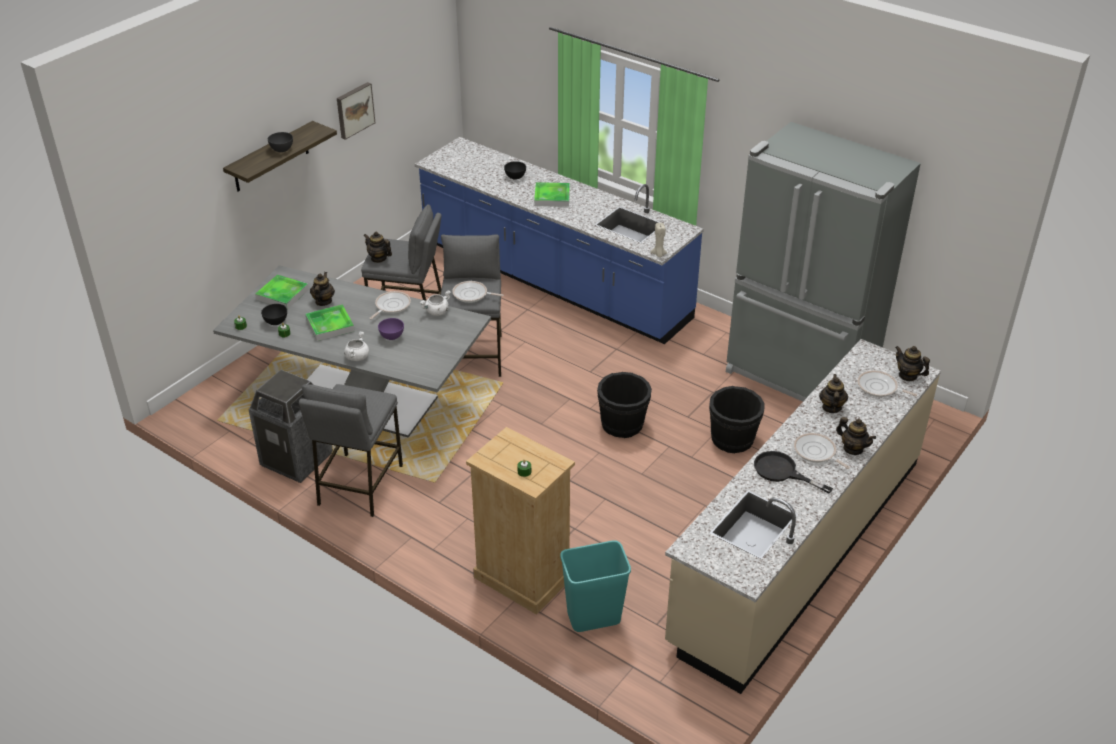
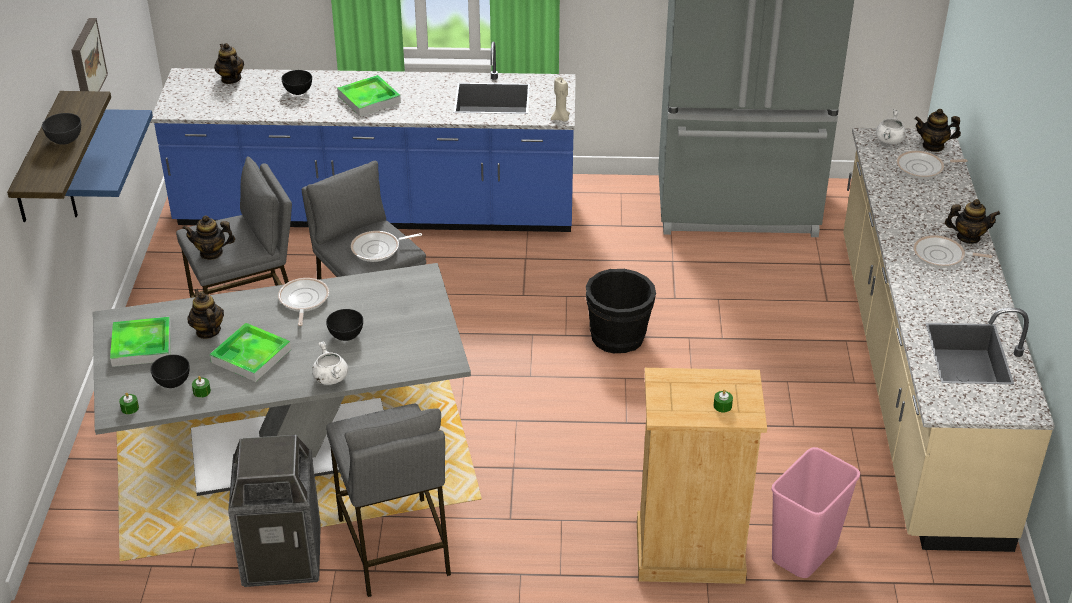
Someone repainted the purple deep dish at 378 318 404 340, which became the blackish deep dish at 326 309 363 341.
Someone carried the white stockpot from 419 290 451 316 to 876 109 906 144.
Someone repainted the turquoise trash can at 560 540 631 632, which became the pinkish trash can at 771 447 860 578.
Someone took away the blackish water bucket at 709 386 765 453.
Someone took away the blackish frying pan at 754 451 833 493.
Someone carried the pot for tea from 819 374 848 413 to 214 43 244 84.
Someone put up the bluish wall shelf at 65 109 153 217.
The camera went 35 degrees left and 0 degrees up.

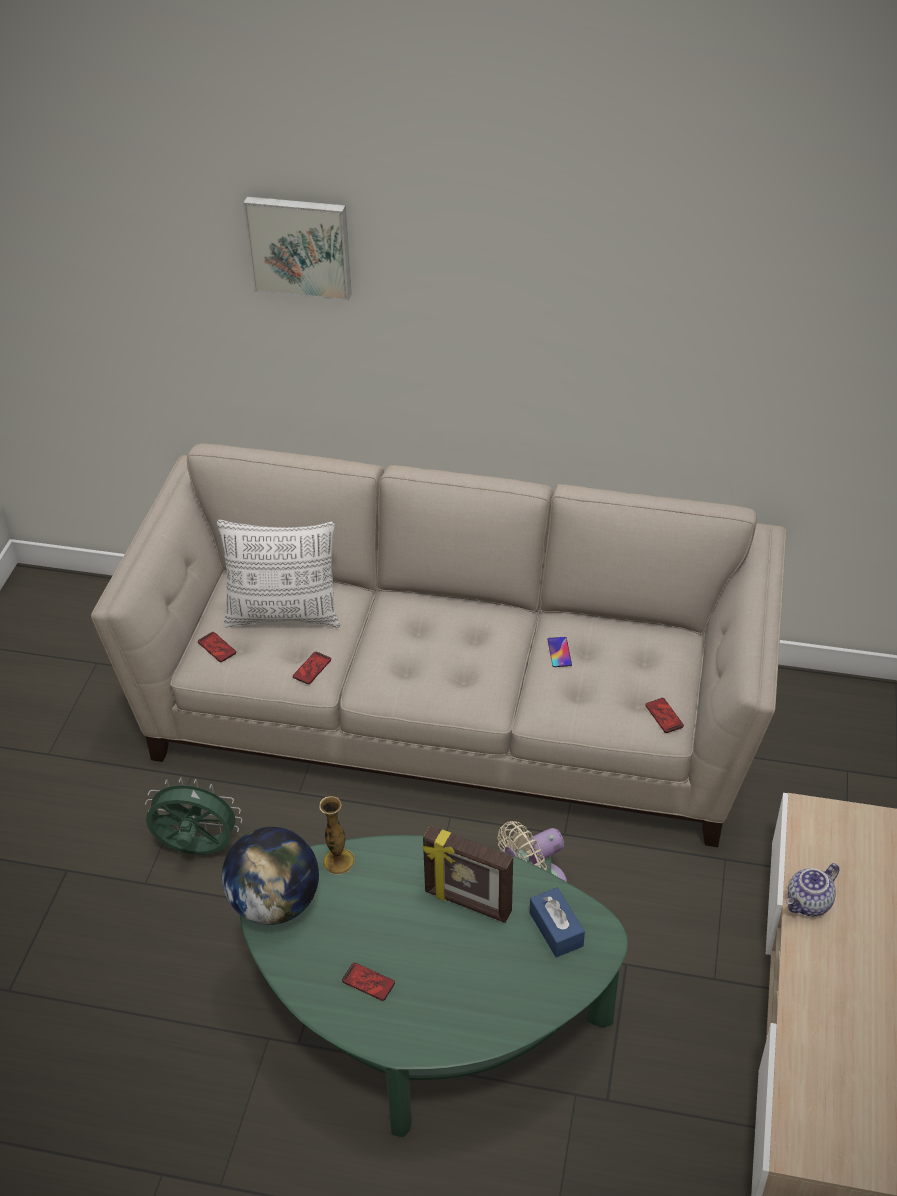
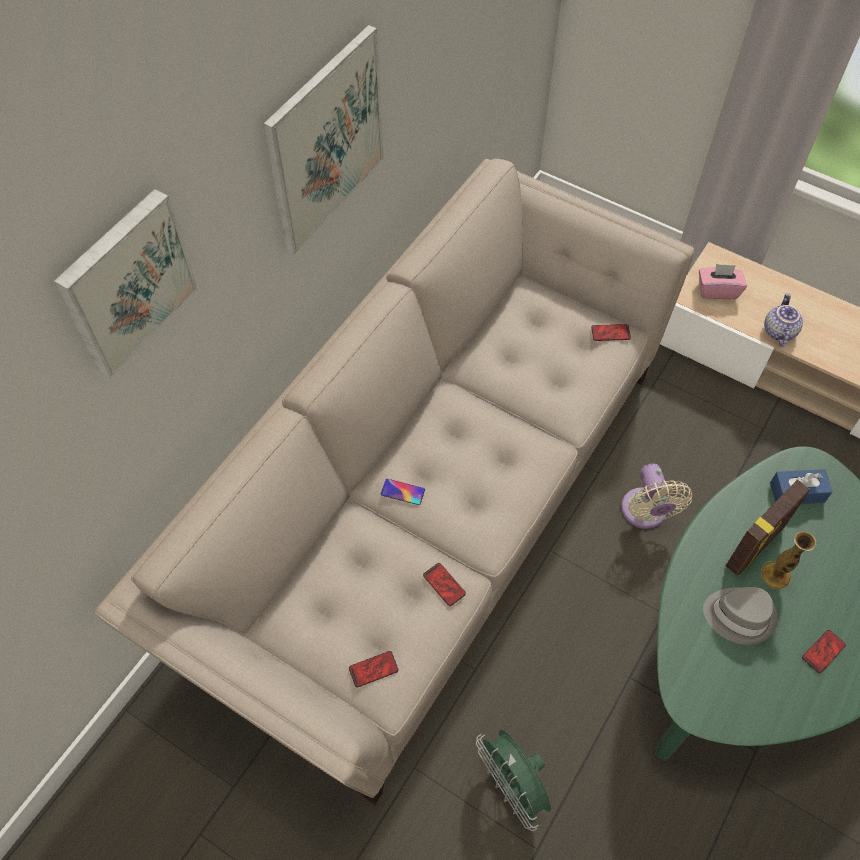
Someone rotated the greenish electric fan at 145 778 242 855 by 60 degrees counterclockwise.
Someone took away the cushion at 217 520 340 628.
Someone took away the globe at 222 827 319 925.
Someone carried the vase from 319 796 355 875 to 761 532 816 589.
Someone carried the telephone from 548 637 572 667 to 381 479 425 505.
Someone rotated the pot for tea at 786 863 839 916 by 150 degrees counterclockwise.
Someone put up the picture at 263 25 384 254.
Someone put down the pinkish box of tissues at 699 264 747 299.
Someone put down the grey hat at 703 587 778 645.
The camera went 70 degrees left and 15 degrees up.

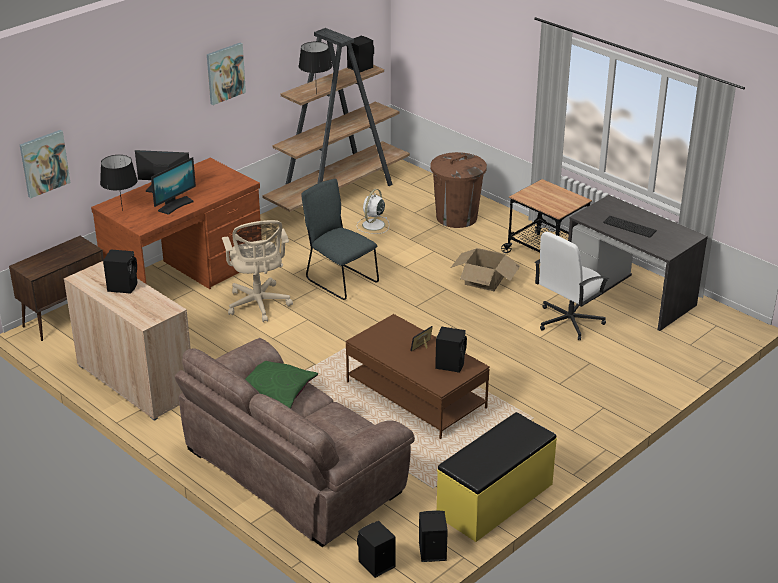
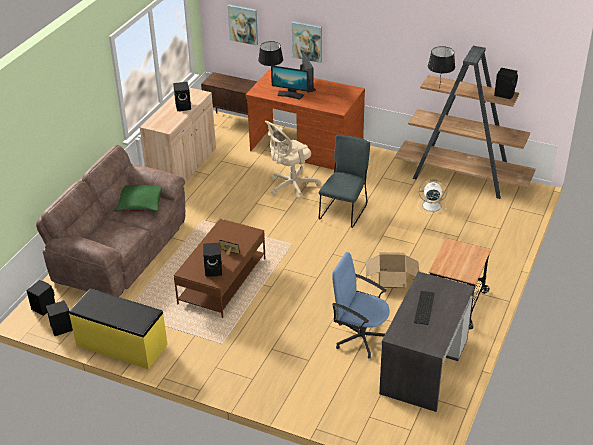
Someone carried the picture from 207 43 246 105 to 292 21 322 63.
Someone took away the brownish trash can at 430 152 487 228.
Someone repainted the white computer chair at 535 232 609 341, which became the bluish computer chair at 332 252 390 359.
The camera went 70 degrees right and 5 degrees up.

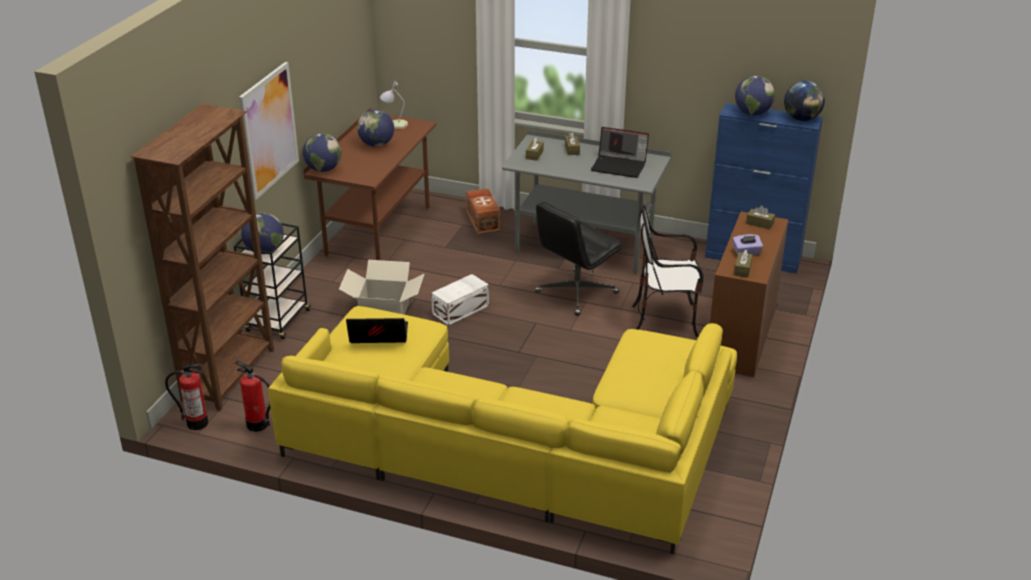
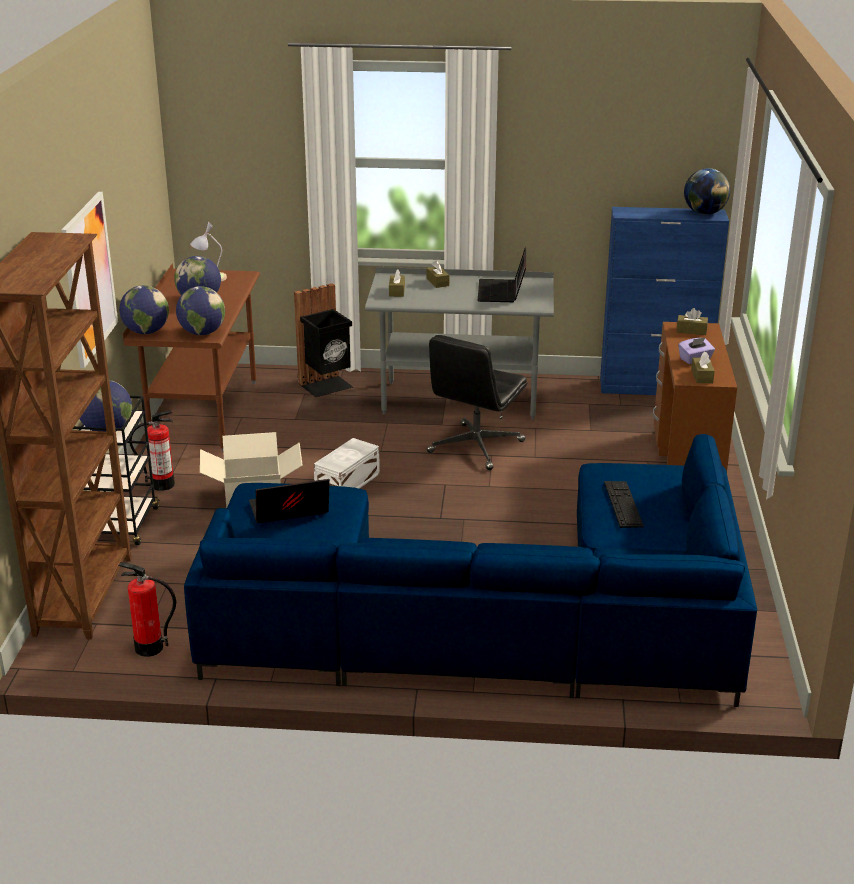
Someone carried the fire-fighting cylinder from 165 364 208 430 to 129 410 175 491.
Someone repainted the yellowish settee at 268 306 737 555, which became the bluish settee at 184 434 757 707.
Someone swapped the brownish storage container at 466 189 500 234 for the blackish trash can at 294 283 353 397.
Someone rotated the laptop at 591 127 649 178 by 90 degrees clockwise.
Someone took away the plain chair at 632 205 704 337.
Someone carried the globe from 735 76 775 116 to 176 286 225 335.
Someone put down the PC keyboard at 604 481 644 528.
The camera went 15 degrees left and 5 degrees down.

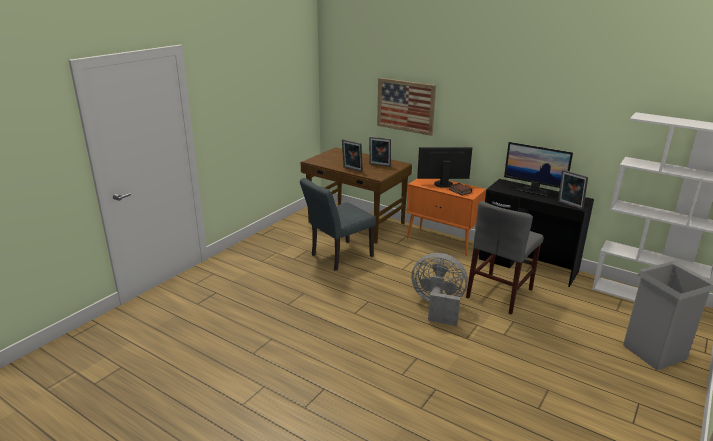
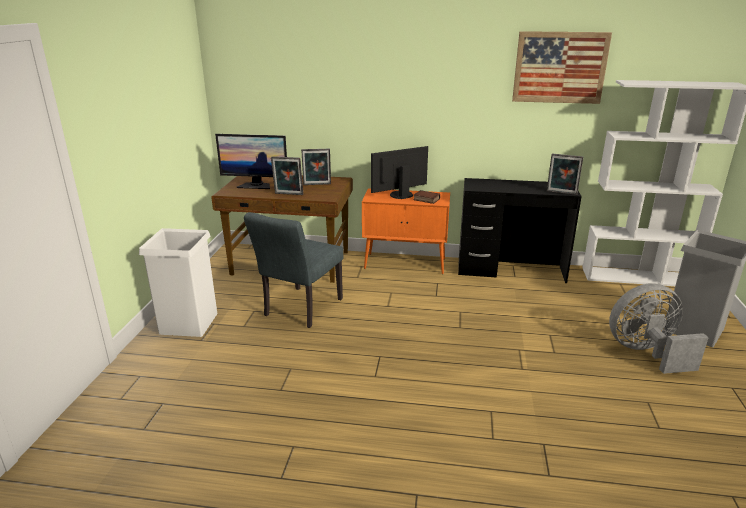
Someone carried the picture from 377 78 436 136 to 512 31 612 104.
Someone carried the grey electric fan from 411 253 468 326 to 609 283 709 374.
Someone took away the grey plain chair at 466 201 544 315.
Someone carried the computer display from 504 142 573 197 to 215 134 287 189.
Someone put down the white trash can at 139 228 217 337.
The camera went 25 degrees left and 0 degrees up.

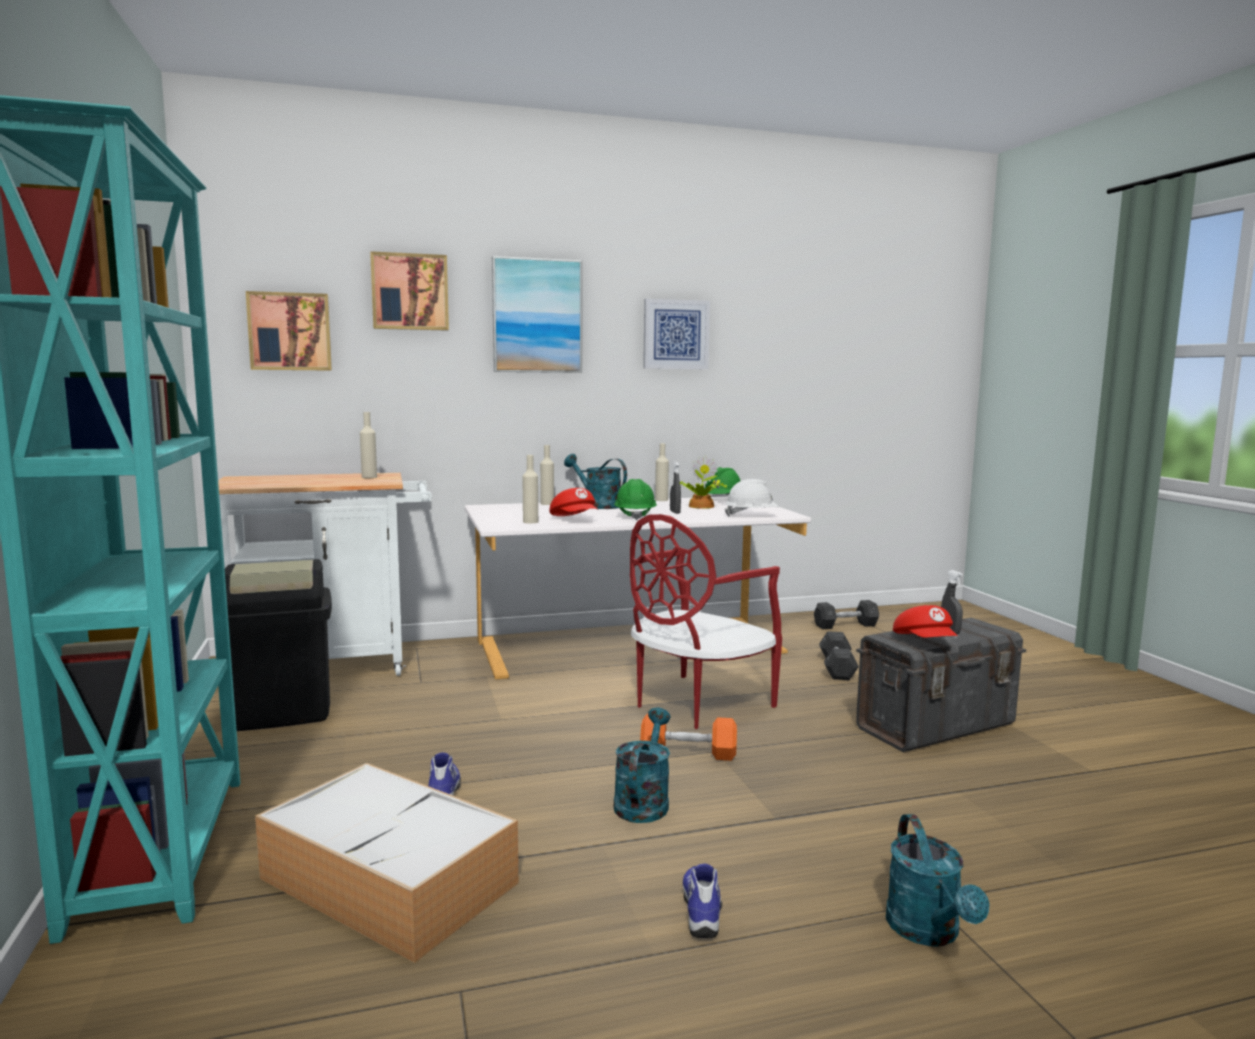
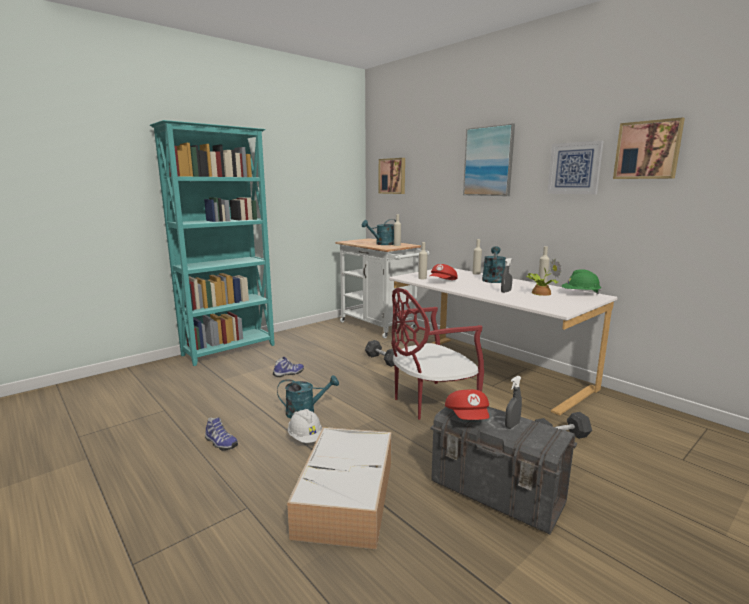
Someone took away the blackish trash can at 225 559 332 731.
Someone carried the storage container from 255 763 519 963 to 287 427 391 550.
Someone carried the picture from 370 251 449 331 to 613 117 685 179.
Someone took away the greenish work helmet at 614 479 657 521.
Someone rotated the red-coloured plain chair at 630 514 782 729 by 45 degrees counterclockwise.
Someone took away the orangey free weight at 640 713 737 761.
Someone rotated the item of footwear at 683 863 722 938 by 60 degrees clockwise.
Someone carried the white work helmet from 725 479 780 517 to 288 409 322 443.
Someone carried the grey free weight from 814 600 879 629 to 365 340 397 367.
Someone carried the turquoise watering can from 886 814 989 947 to 361 219 396 245.
Someone rotated the red-coloured peaked cap at 893 605 958 638 by 60 degrees counterclockwise.
The camera went 65 degrees right and 5 degrees up.

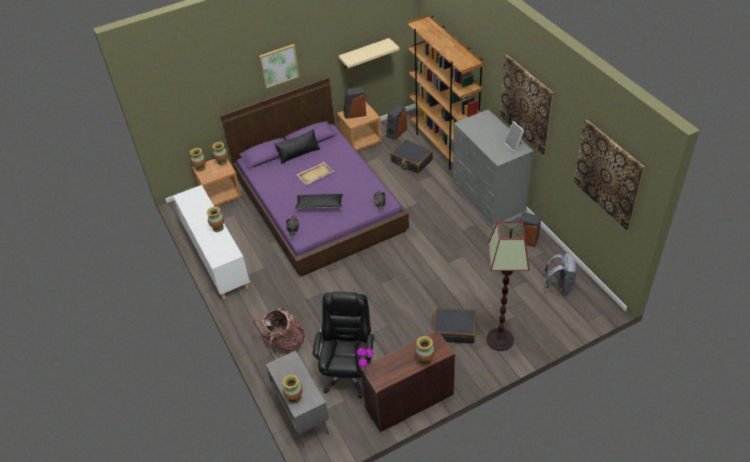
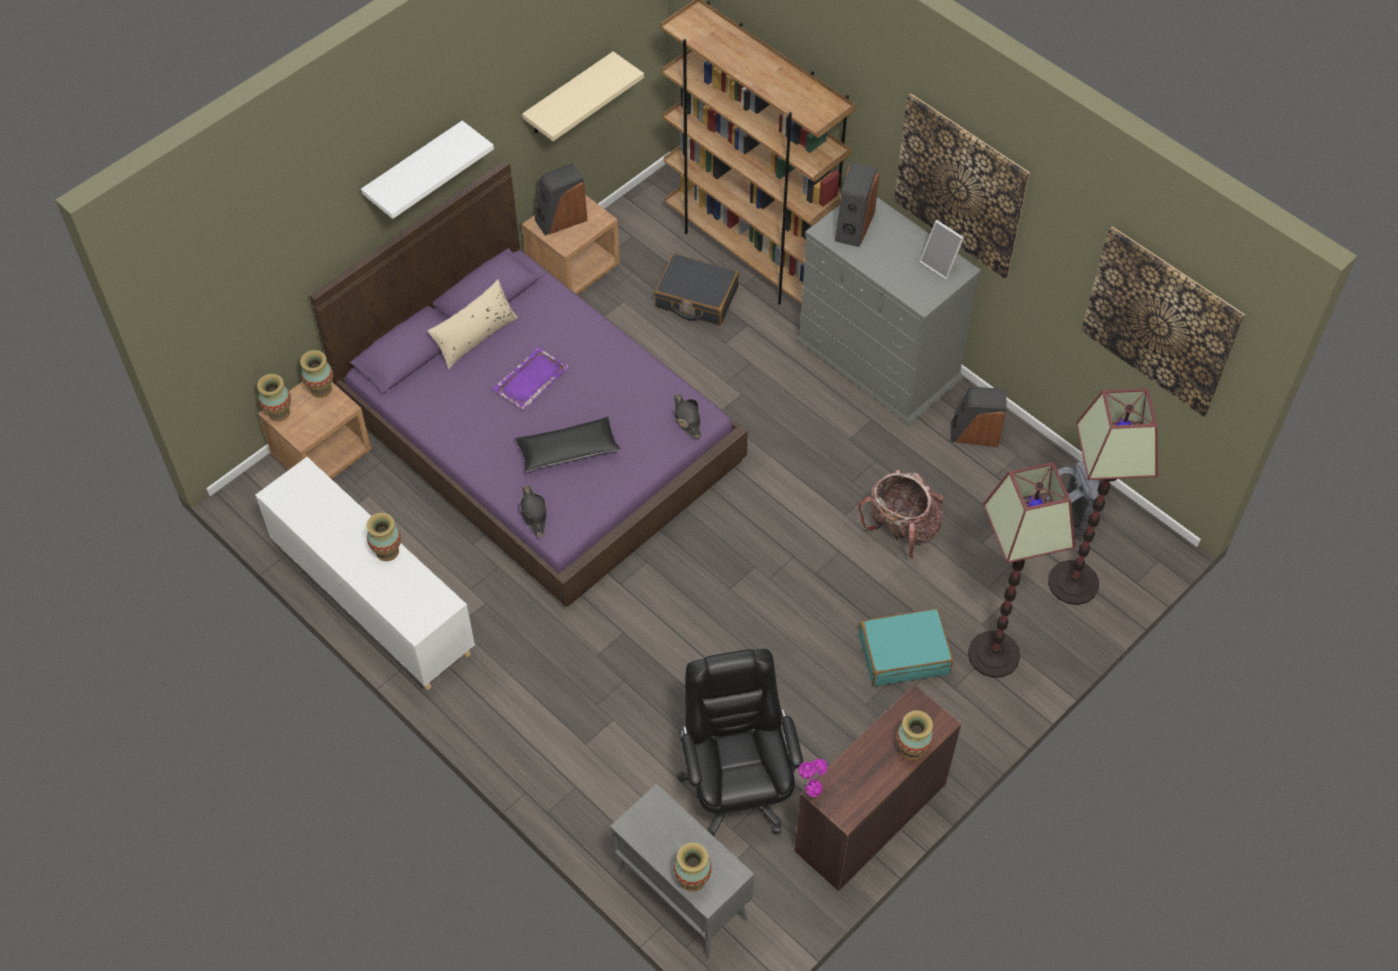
Someone carried the knapsack from 253 308 304 358 to 859 470 943 558.
Someone swapped the picture at 259 44 300 89 for the white wall shelf at 361 121 494 219.
Someone repainted the blackish cushion at 274 129 320 164, which became the sand-coloured cushion at 428 280 518 369.
Someone repainted the sand-coloured tray at 296 162 334 185, which became the purple tray at 492 347 569 410.
Someone carried the speaker from 386 104 407 140 to 835 162 879 247.
Someone repainted the blackish suitcase at 433 308 476 344, which became the turquoise suitcase at 859 608 953 686.
Someone put down the floor lamp at 1048 389 1158 605.
The camera went 20 degrees left and 10 degrees up.

